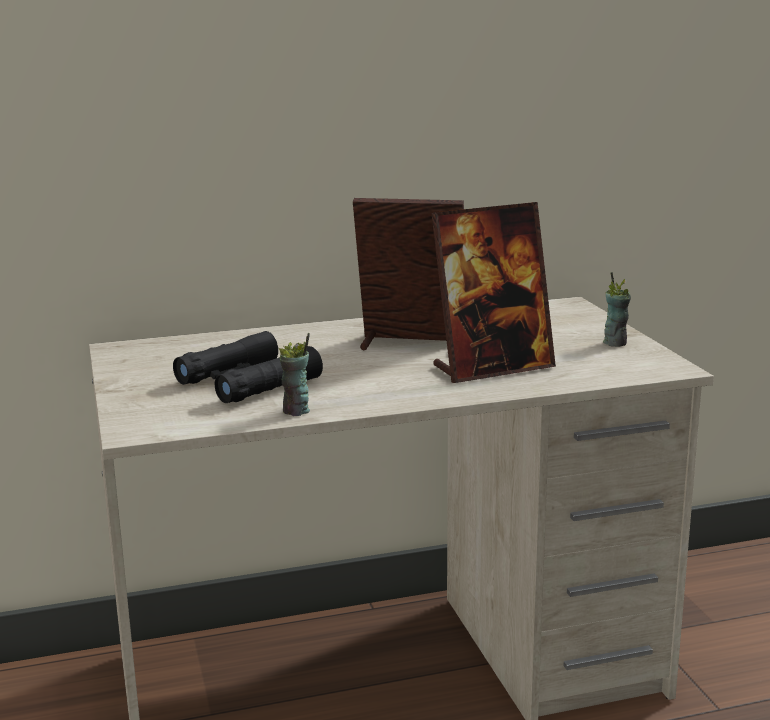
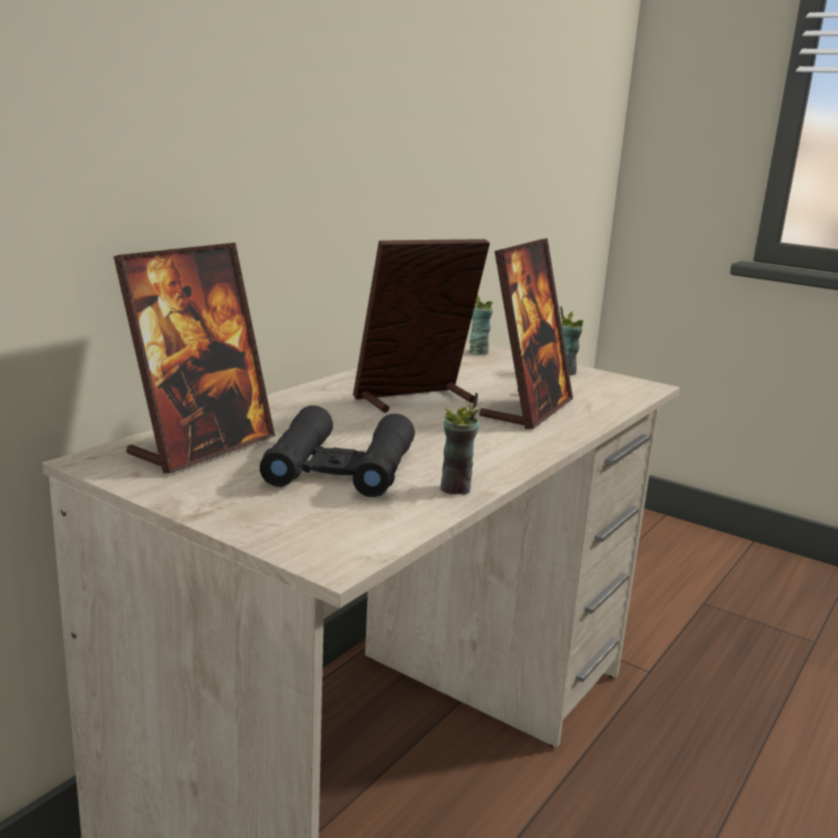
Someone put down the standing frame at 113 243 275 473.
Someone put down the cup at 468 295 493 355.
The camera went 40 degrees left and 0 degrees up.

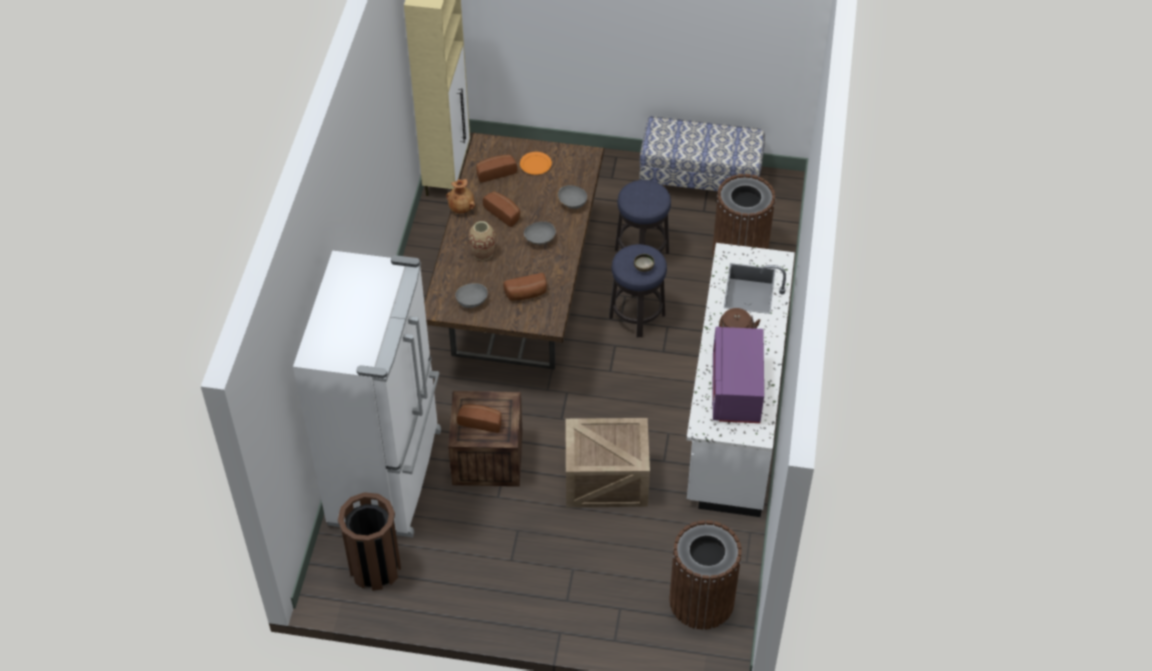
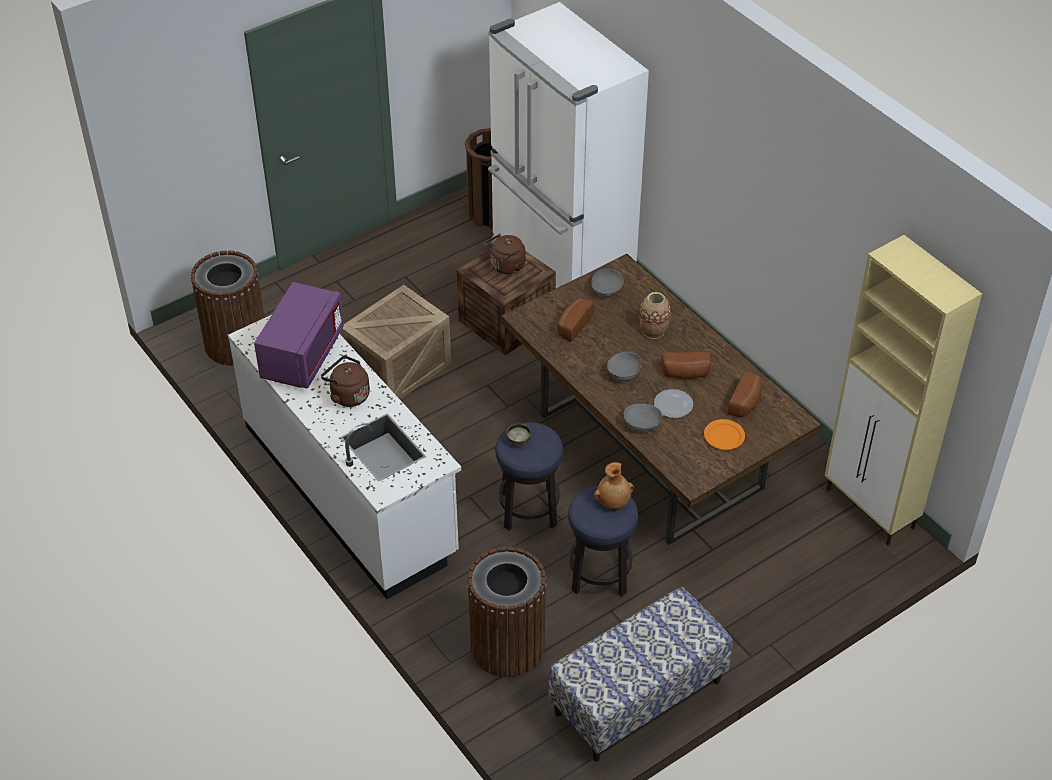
Someone carried the brownish vase from 446 179 476 213 to 594 462 634 509.
Someone swapped the bakery bread at 457 404 502 433 for the brownish water kettle at 484 234 525 274.
Someone rotated the purple microwave oven at 712 327 764 423 by 60 degrees clockwise.
Someone put down the dinner plate at 654 389 693 418.
The camera went 135 degrees right and 5 degrees down.

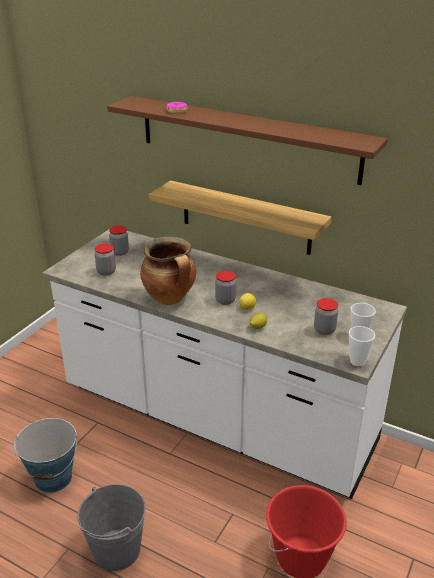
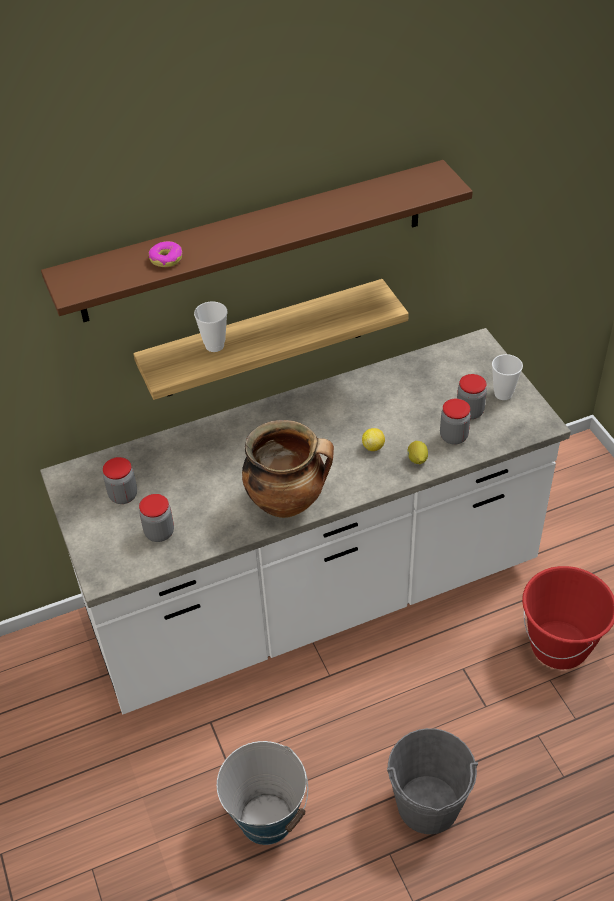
Someone carried the storage jar from 215 271 236 305 to 440 399 471 445.
Someone carried the cup from 349 326 375 366 to 194 301 227 352.
The camera went 50 degrees left and 15 degrees up.

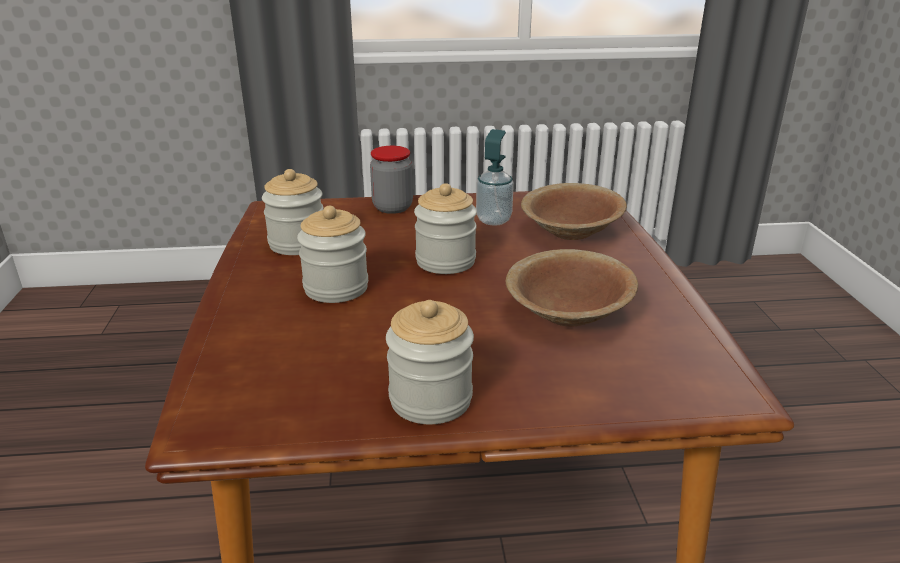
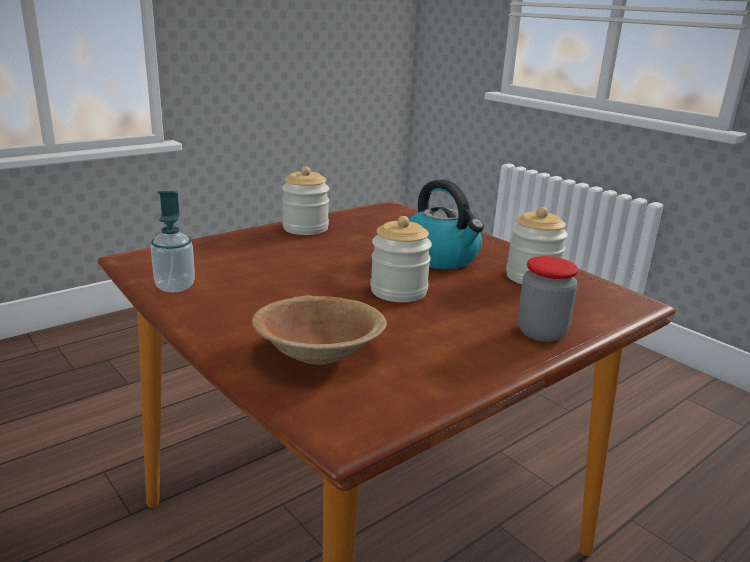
Someone swapped the storage jar at 297 206 368 303 for the water kettle at 409 180 484 269.
Someone carried the liquid soap bottle from 476 129 514 226 to 150 191 195 293.
Someone took away the brownish deep dish at 506 249 638 327.
The camera went 145 degrees right and 5 degrees down.

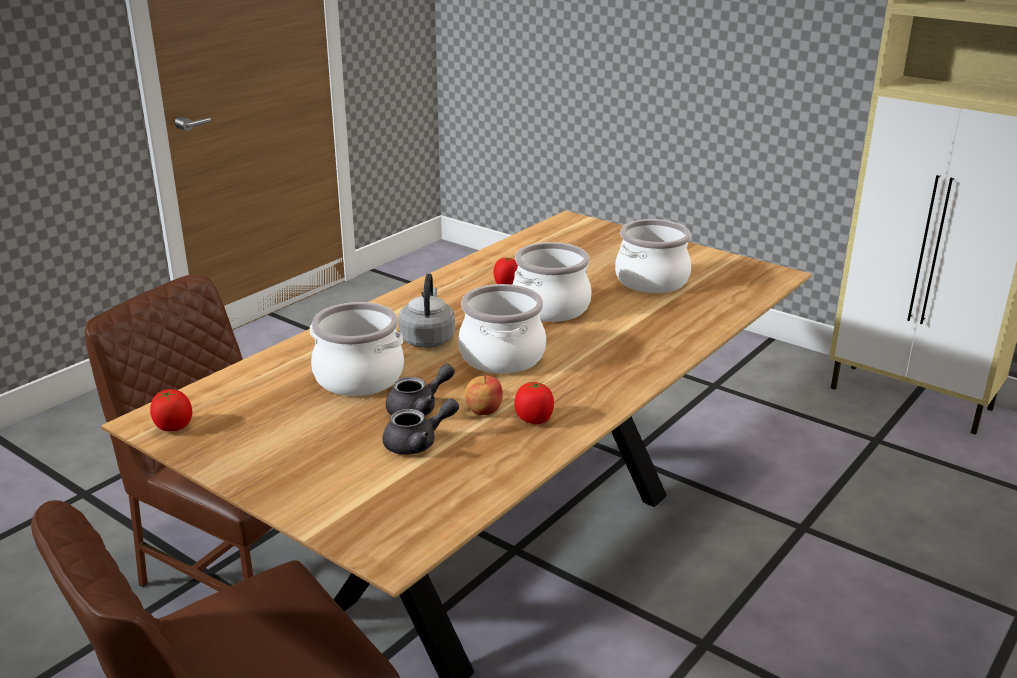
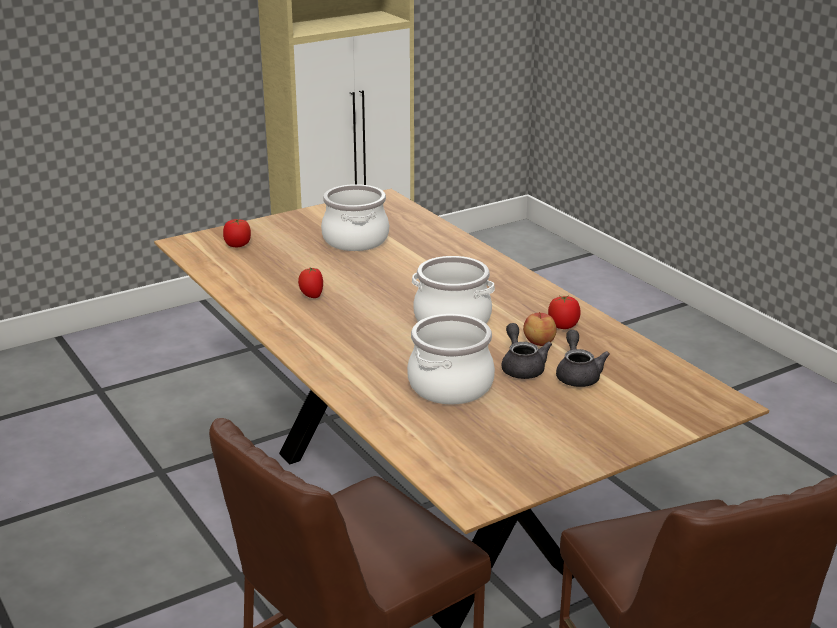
Someone carried the whole tomato from 150 389 192 431 to 223 219 251 247.
Someone took away the grey water kettle at 399 273 455 348.
Someone took away the stockpot at 513 242 591 322.
The camera went 70 degrees left and 0 degrees up.

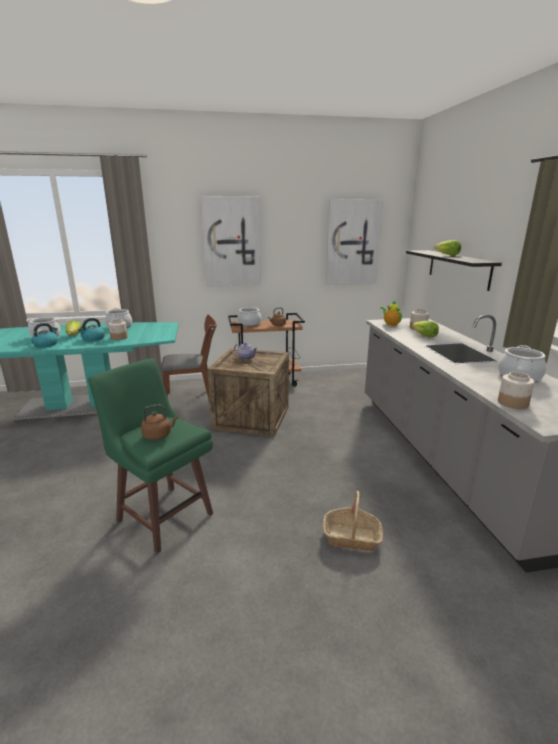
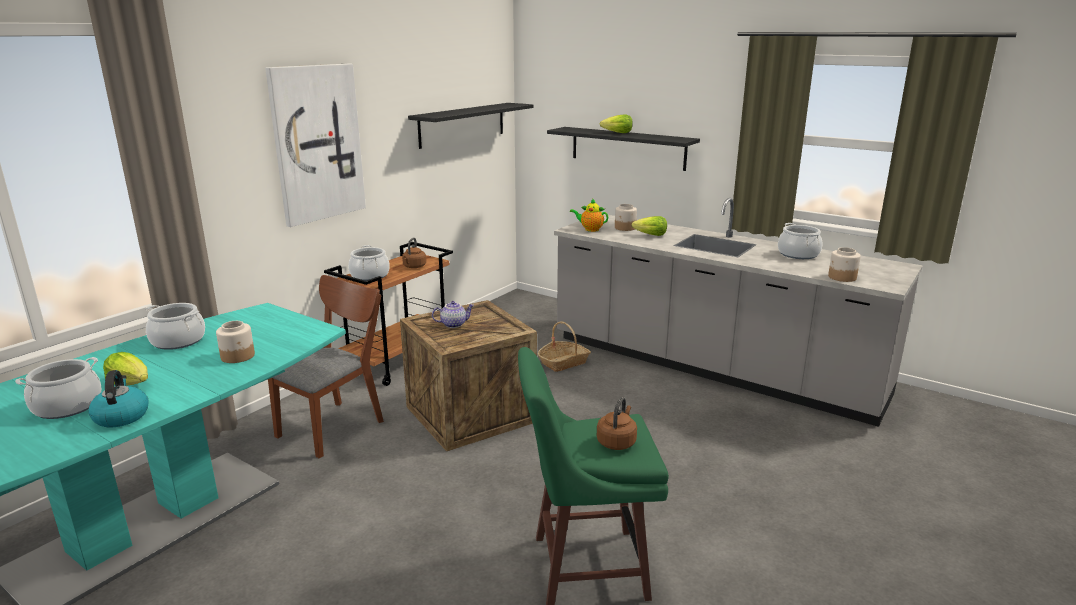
Someone took away the water kettle at 78 318 105 342.
Someone carried the storage basket from 323 491 383 551 to 538 321 591 372.
Someone swapped the picture at 326 199 383 285 for the blackish wall shelf at 408 103 534 149.
The camera went 45 degrees left and 0 degrees up.

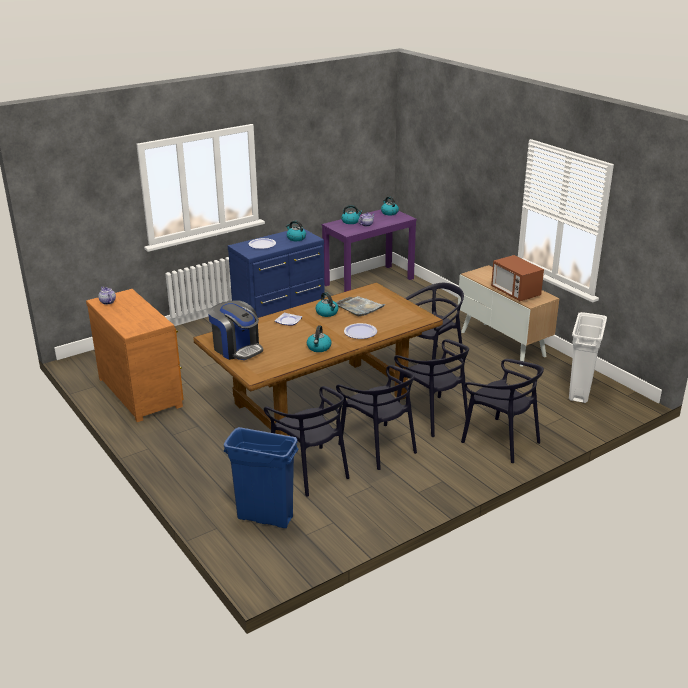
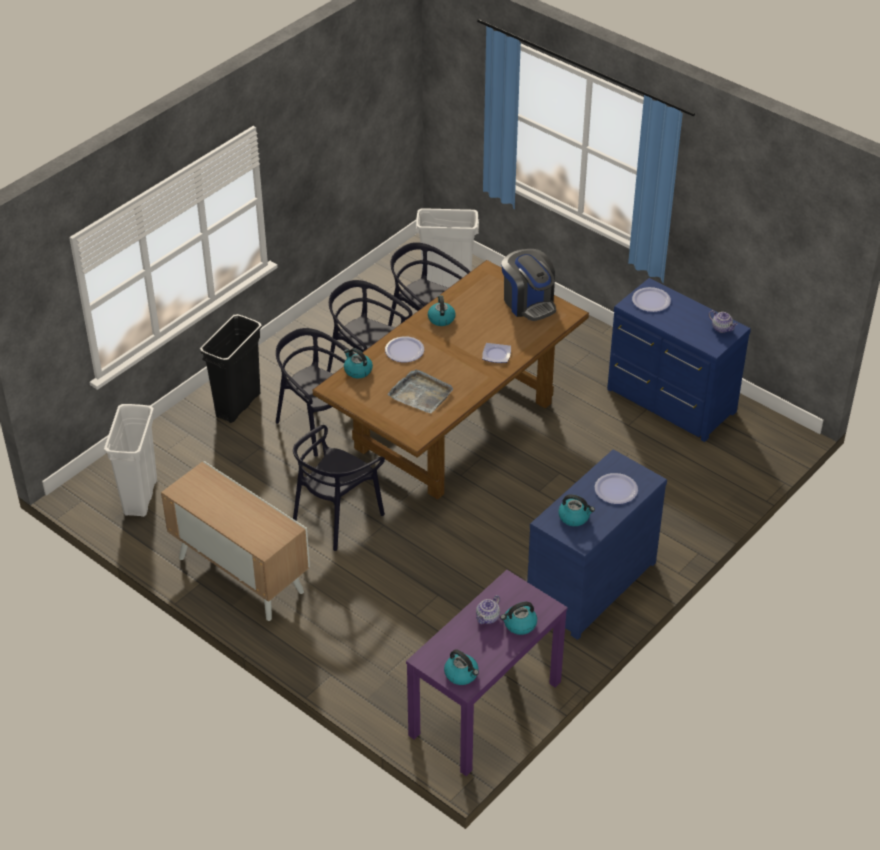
Someone repainted the brownish chest of drawers at 86 289 183 422, which became the bluish chest of drawers at 607 278 751 442.
Someone rotated the coffee brewer at 208 300 263 360 by 150 degrees counterclockwise.
Someone repainted the bluish trash can at 224 427 299 528, which became the white trash can at 415 208 479 288.
Someone carried the water kettle from 315 292 339 317 to 344 348 373 379.
Someone swapped the blackish plain chair at 461 359 544 463 for the blackish trash can at 200 314 262 423.
Someone took away the microwave oven at 491 255 544 301.
Someone put down the dinner plate at 632 287 671 312.
The camera went 165 degrees right and 15 degrees up.

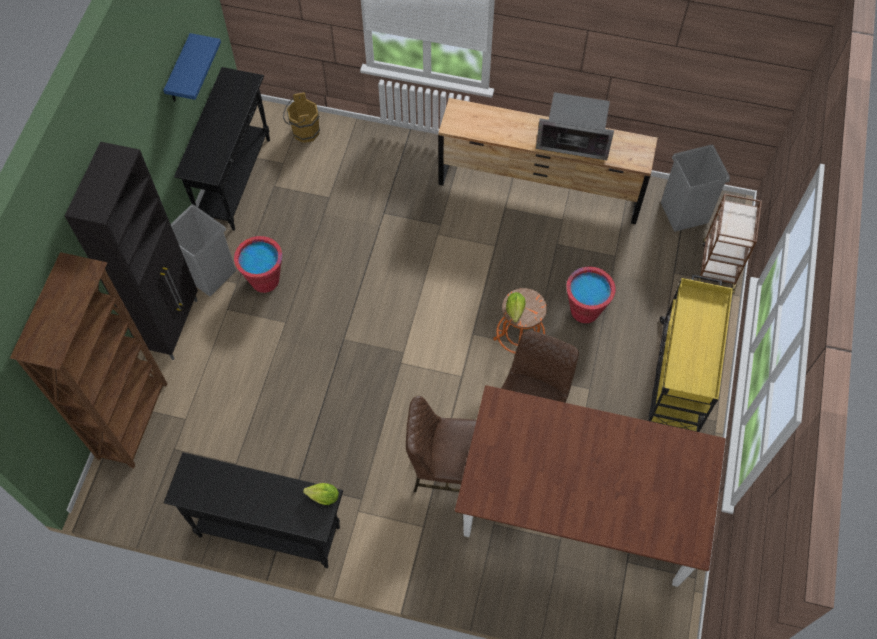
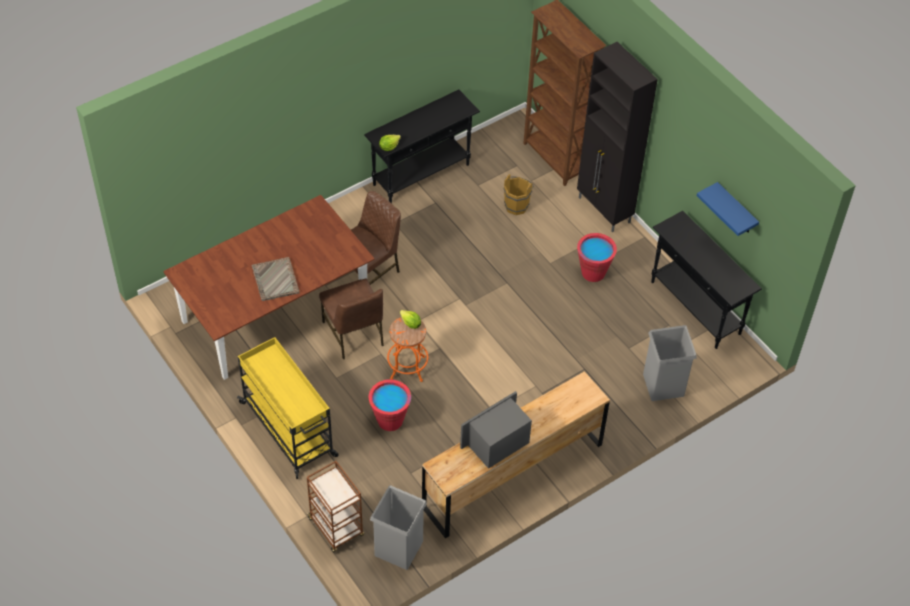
Someone carried the grey trash can from 171 204 236 296 to 643 325 697 401.
Someone carried the brownish water bucket from 283 92 320 143 to 503 174 534 215.
Someone put down the grey tray at 252 257 300 301.
The camera went 130 degrees right and 10 degrees down.

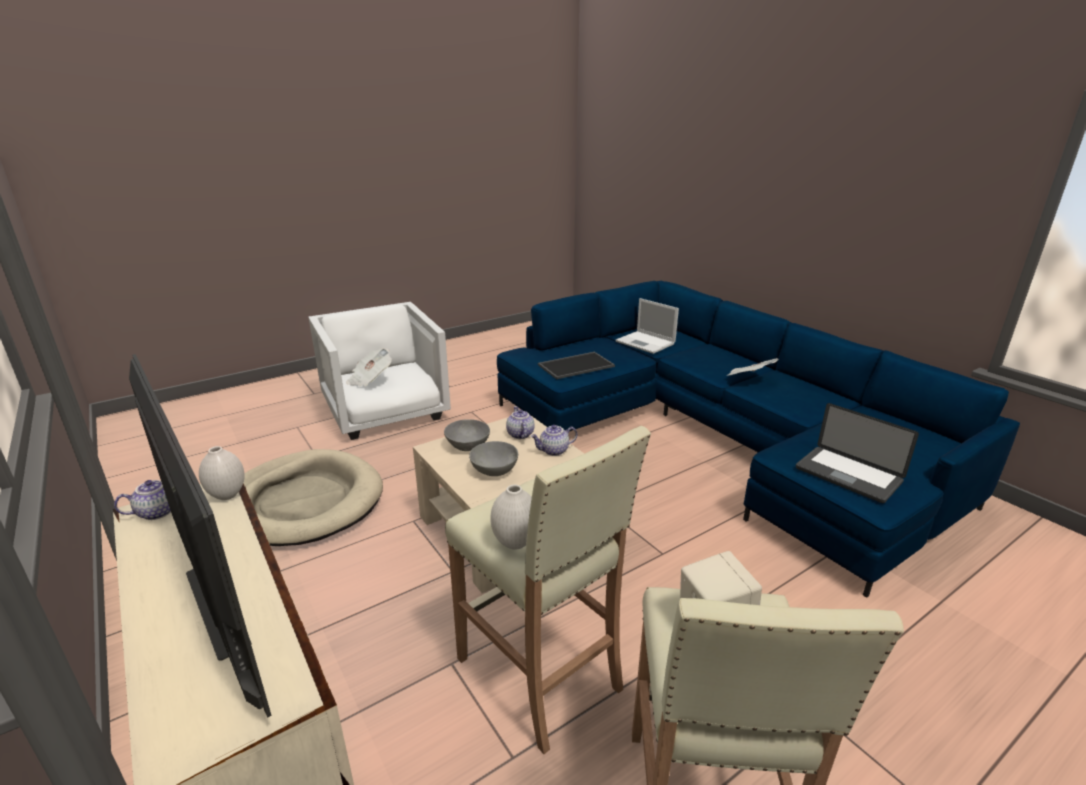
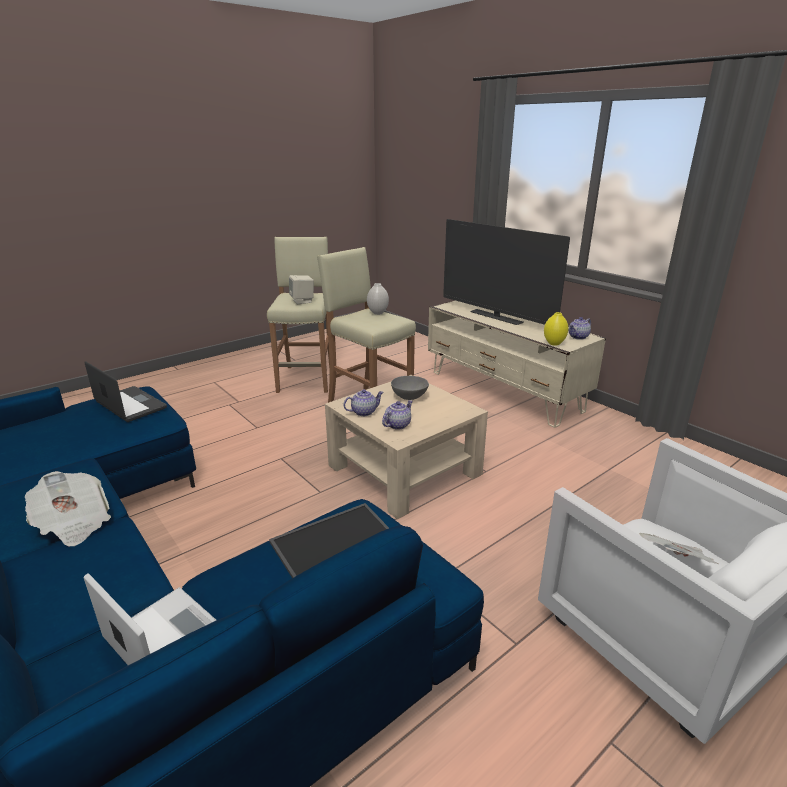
Someone repainted the white vase at 199 446 245 500, which became the yellowish vase at 544 312 568 346.
Someone took away the sand-coloured dog bed at 244 449 383 546.
Someone took away the grey deep dish at 444 419 490 451.
Someone rotated the pot for tea at 506 406 535 439 by 120 degrees counterclockwise.
The camera went 175 degrees right and 0 degrees up.

